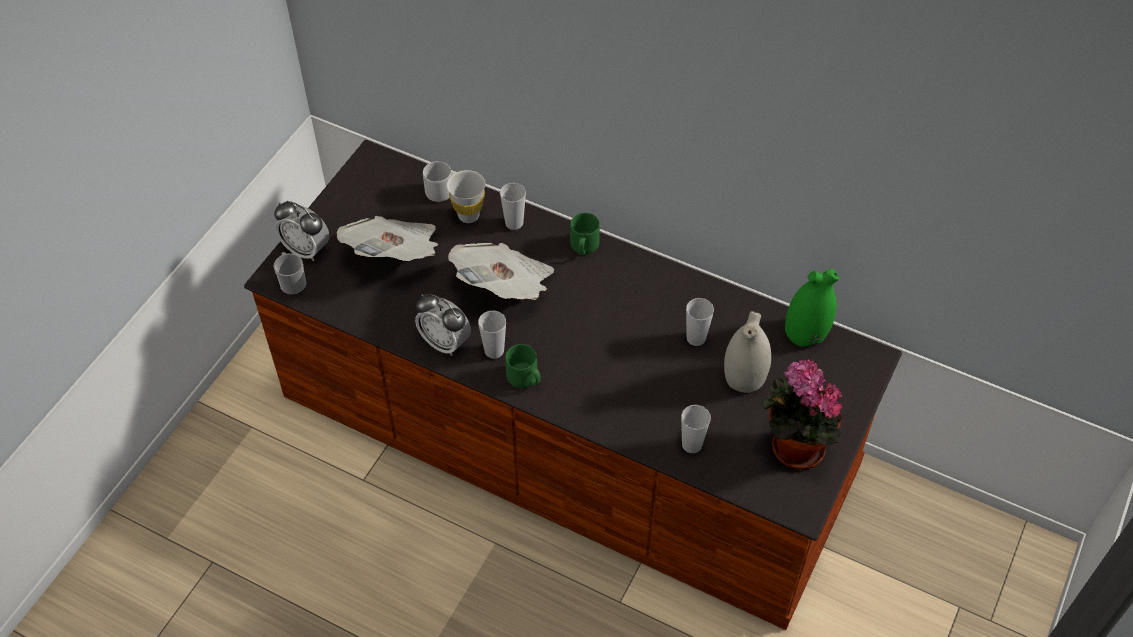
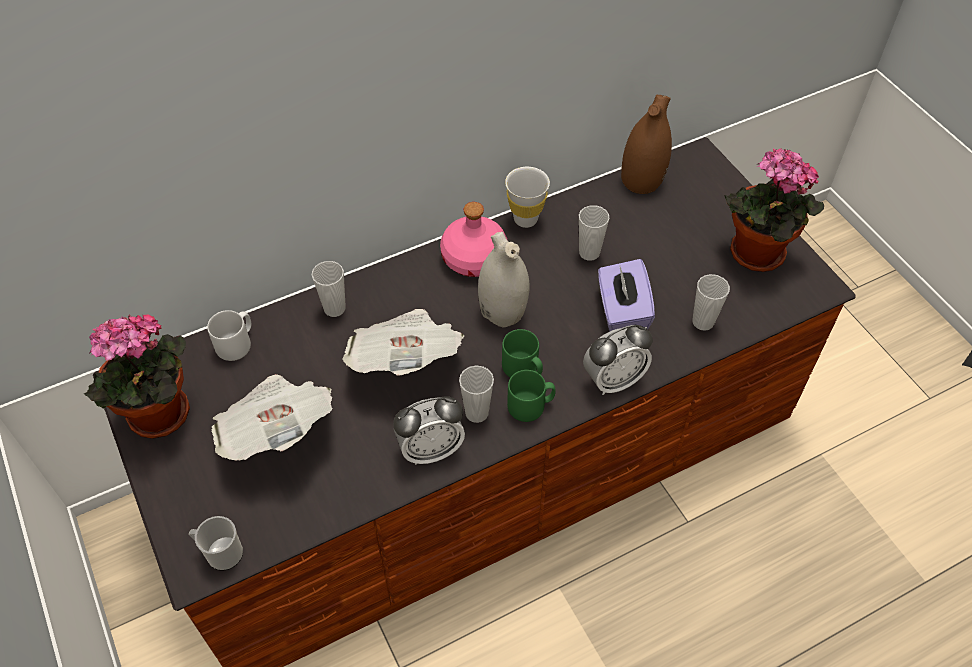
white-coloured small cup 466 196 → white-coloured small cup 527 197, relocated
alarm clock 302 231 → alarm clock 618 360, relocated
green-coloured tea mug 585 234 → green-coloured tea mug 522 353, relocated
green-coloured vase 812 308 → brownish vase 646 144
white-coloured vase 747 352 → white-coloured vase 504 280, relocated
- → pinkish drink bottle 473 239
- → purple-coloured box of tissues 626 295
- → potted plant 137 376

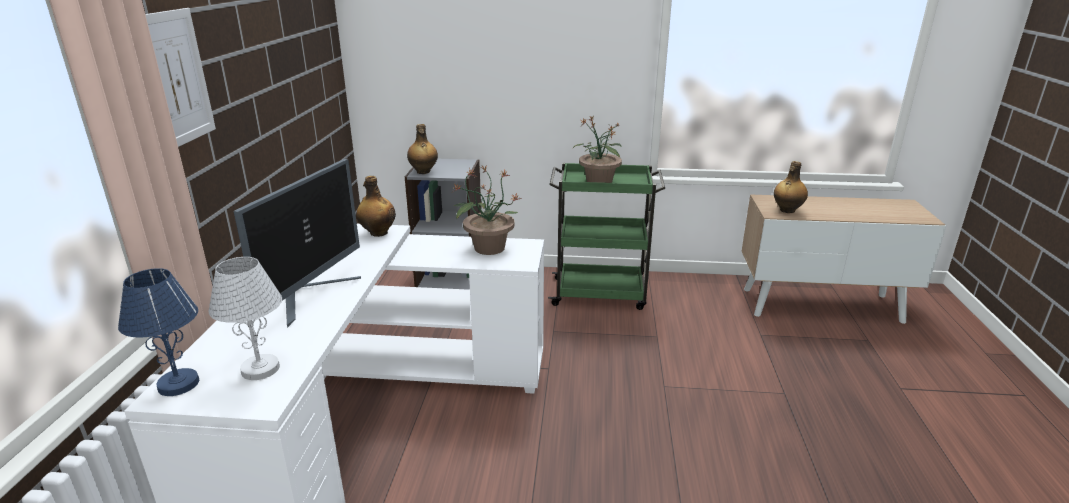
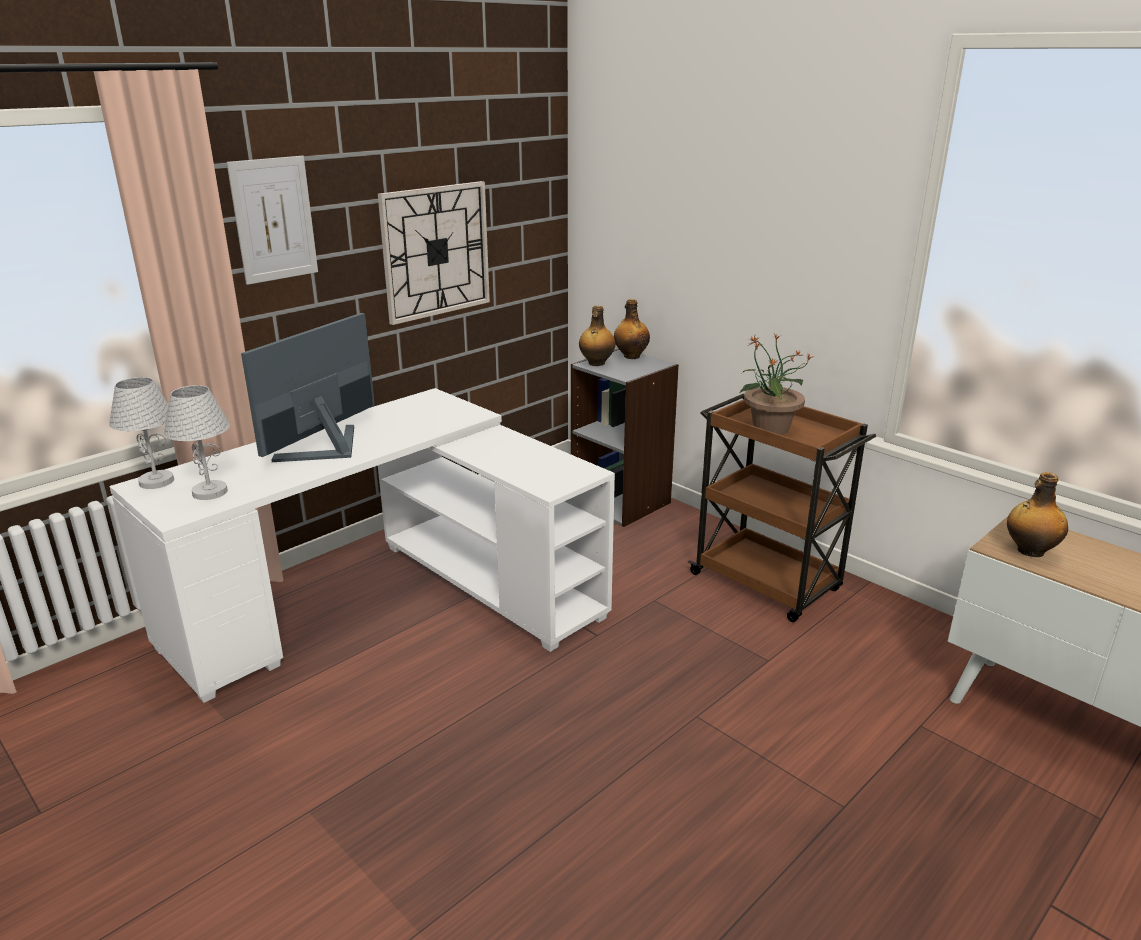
monitor 297 243 → monitor 308 387, 150 degrees clockwise
green-coloured wheeled cart 606 236 → brownish wheeled cart 781 507
potted plant 487 210 → -
drink bottle 376 206 → drink bottle 632 329, relocated
bluish table lamp 158 332 → white-coloured table lamp 141 433
- → clock on the wall 434 253

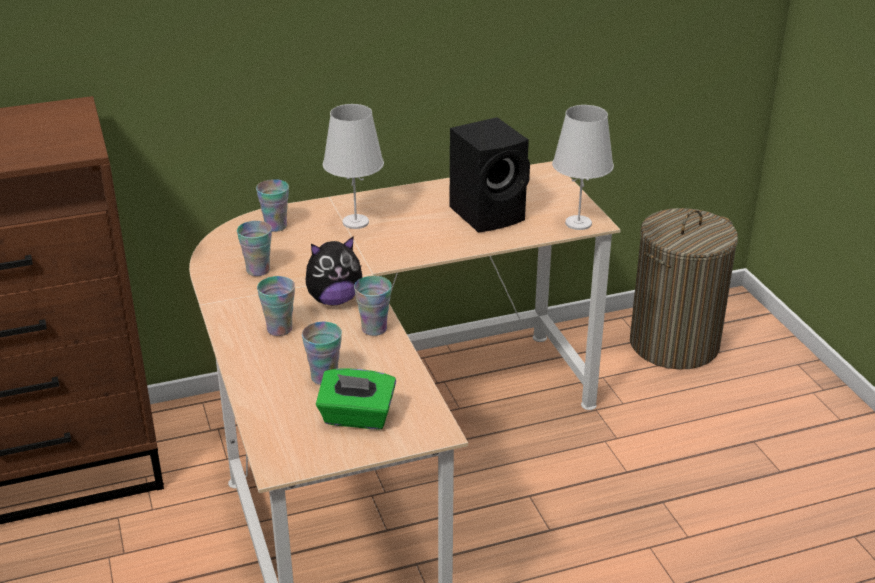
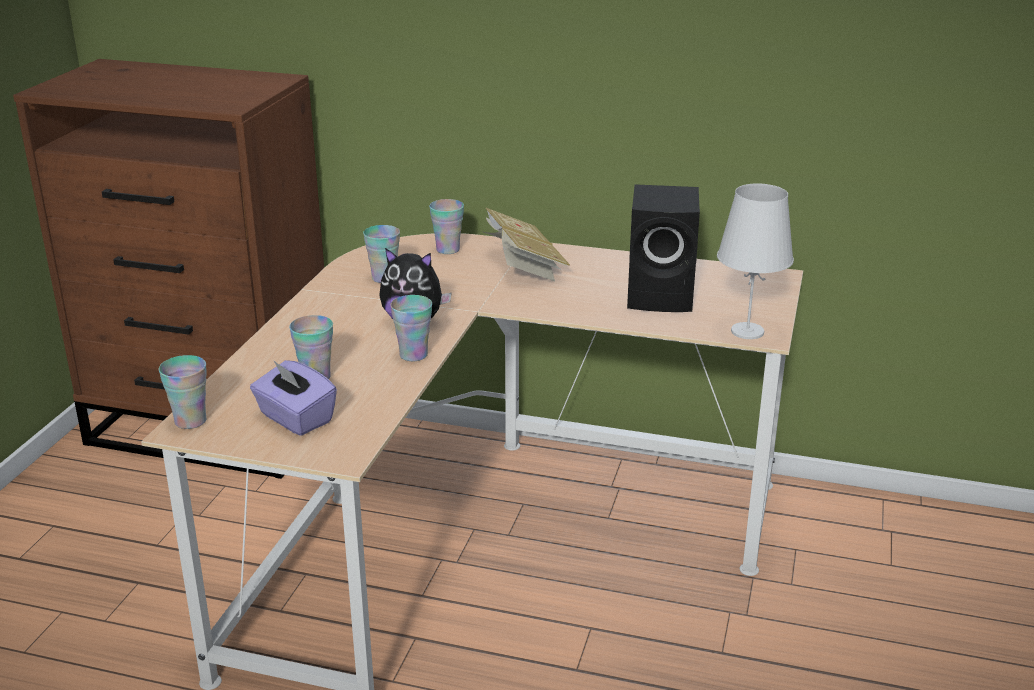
white-coloured table lamp 353 166 → book 525 244
washing basket 684 289 → -
small cup 276 306 → small cup 183 392, relocated
green-coloured box of tissues 356 398 → purple-coloured box of tissues 293 398

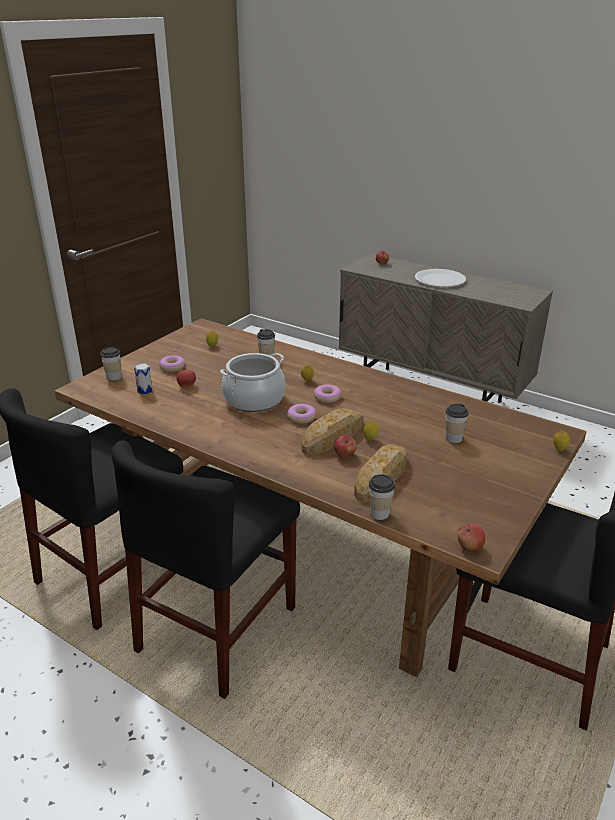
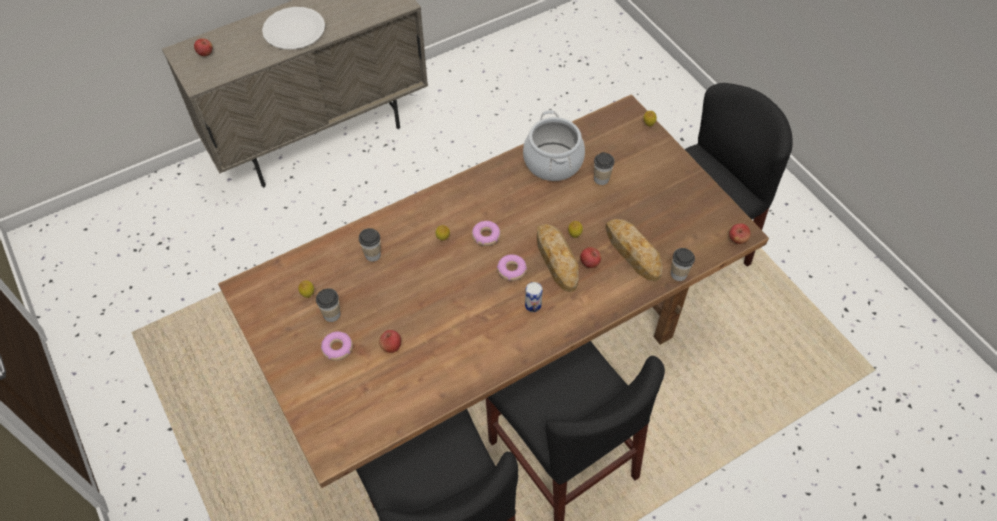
small cup 111 363 → small cup 328 305, relocated
saucepot 252 382 → saucepot 554 145, relocated
sealed can 143 379 → sealed can 534 297, relocated

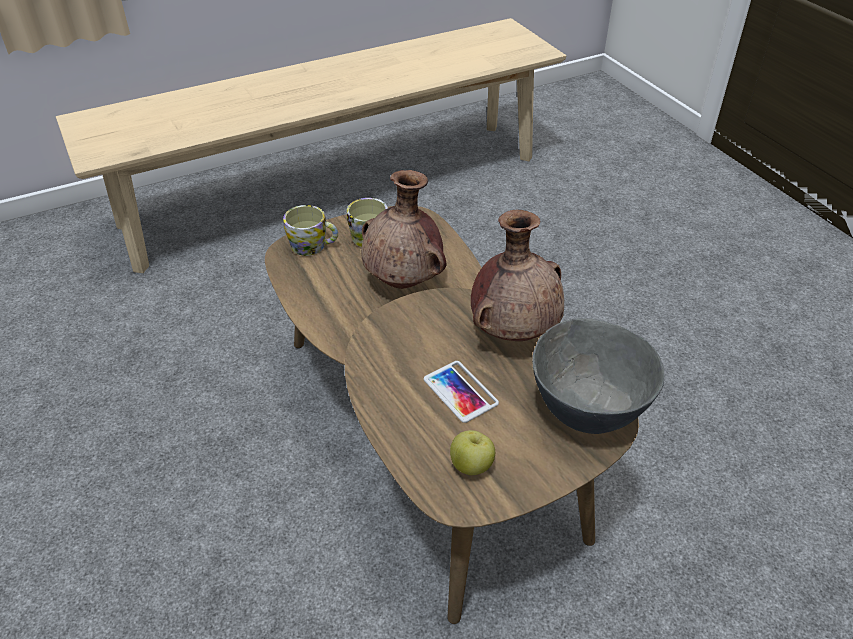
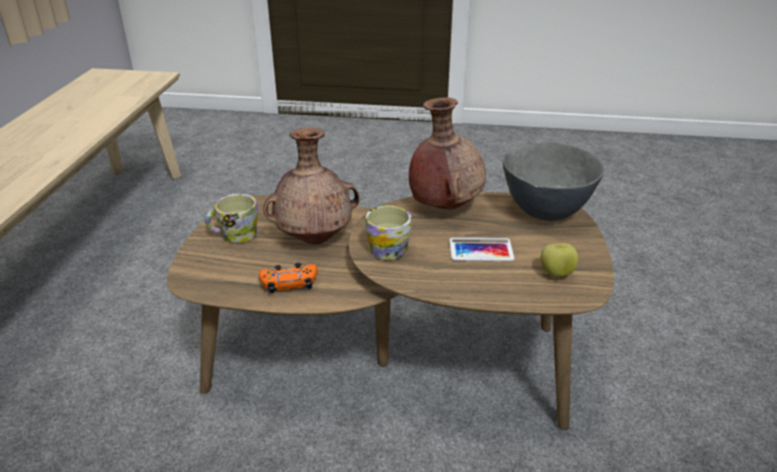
tea mug 310 230 → tea mug 388 232, relocated
- → orange joypad 288 278

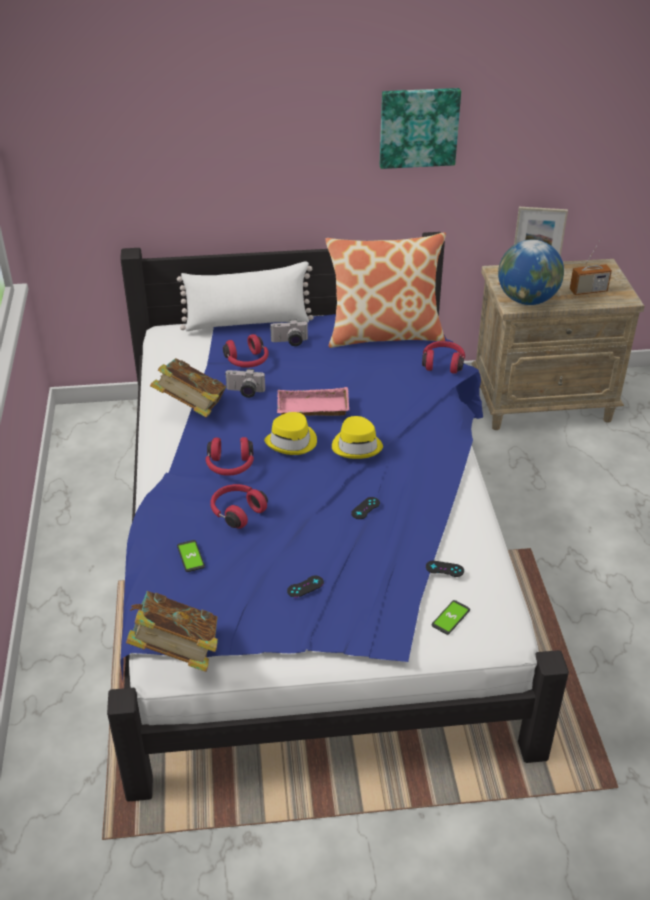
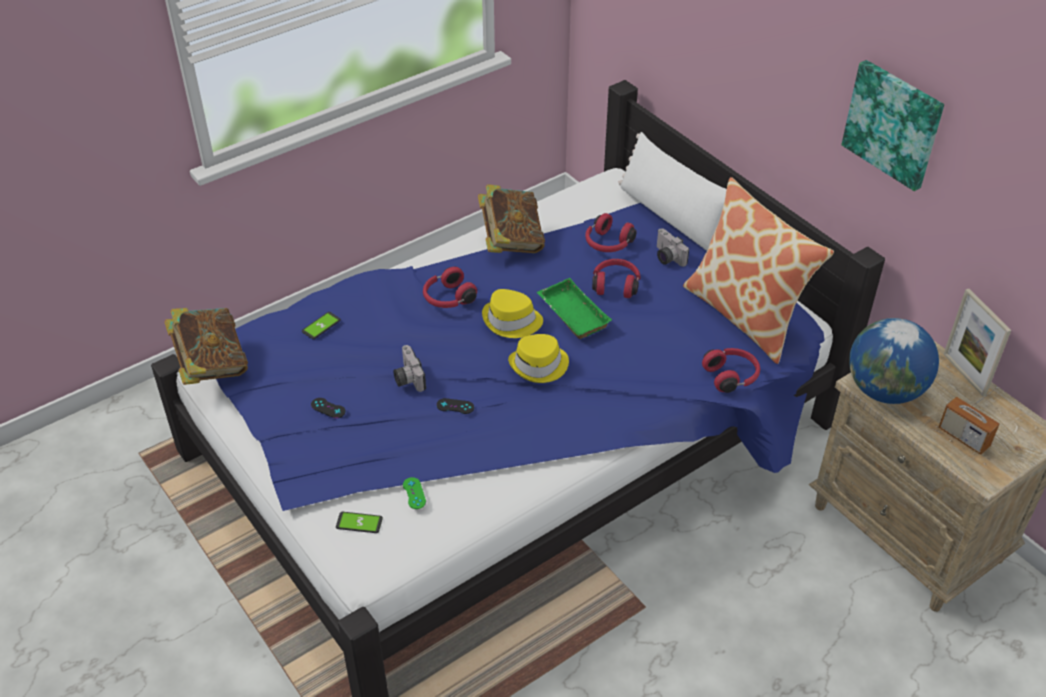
still camera 245 383 → still camera 409 368, relocated
pinkish serving tray 313 401 → green-coloured serving tray 574 308
red pair of headphones 239 506 → red pair of headphones 616 278, relocated
black-coloured joypad 445 569 → green-coloured joypad 414 493

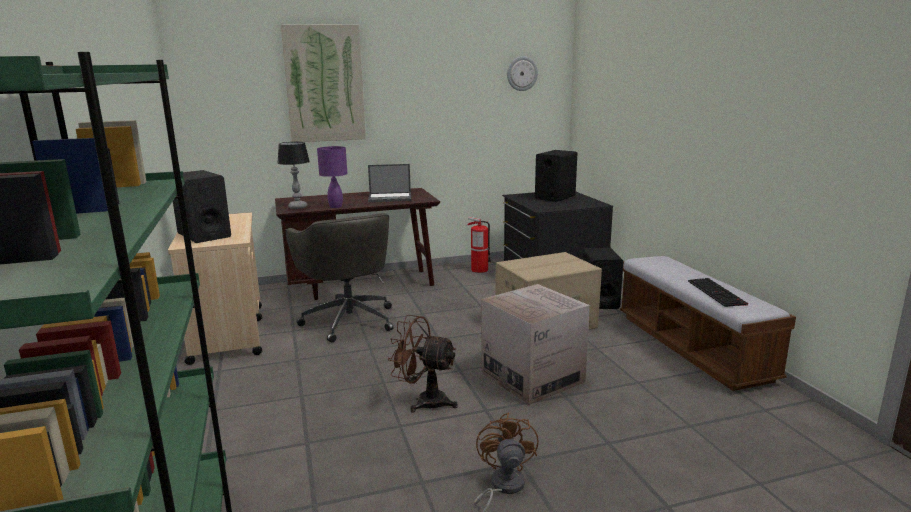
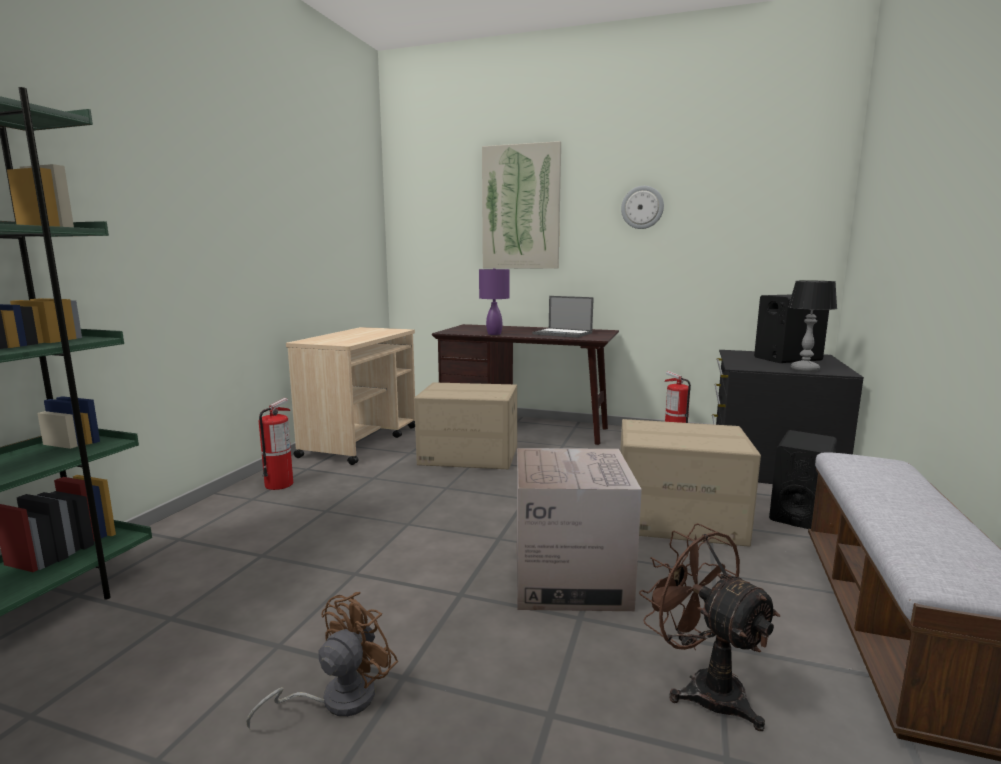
clock on the wall 522 73 → clock on the wall 642 207, relocated
table lamp 293 175 → table lamp 812 326, relocated
black-coloured loudspeaker 202 206 → -
greyish office chair 339 278 → cardboard box 465 425
computer keyboard 718 292 → -
brownish fan 423 364 → brownish fan 709 627, relocated
- → fire extinguisher 276 444

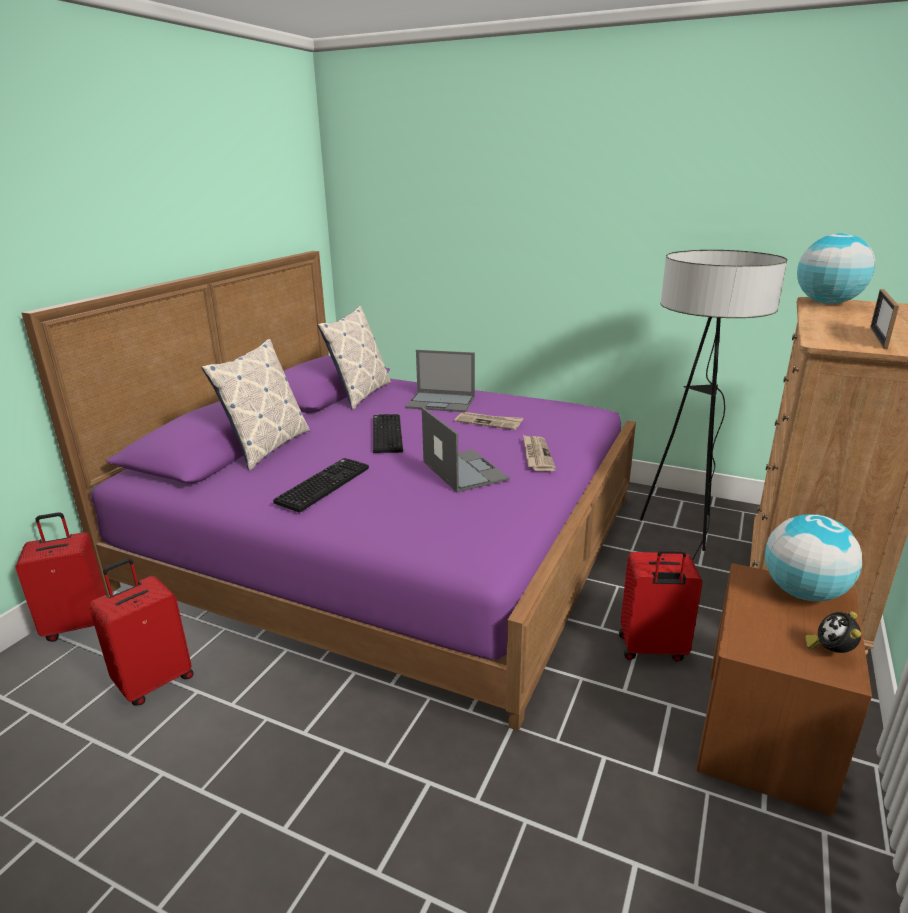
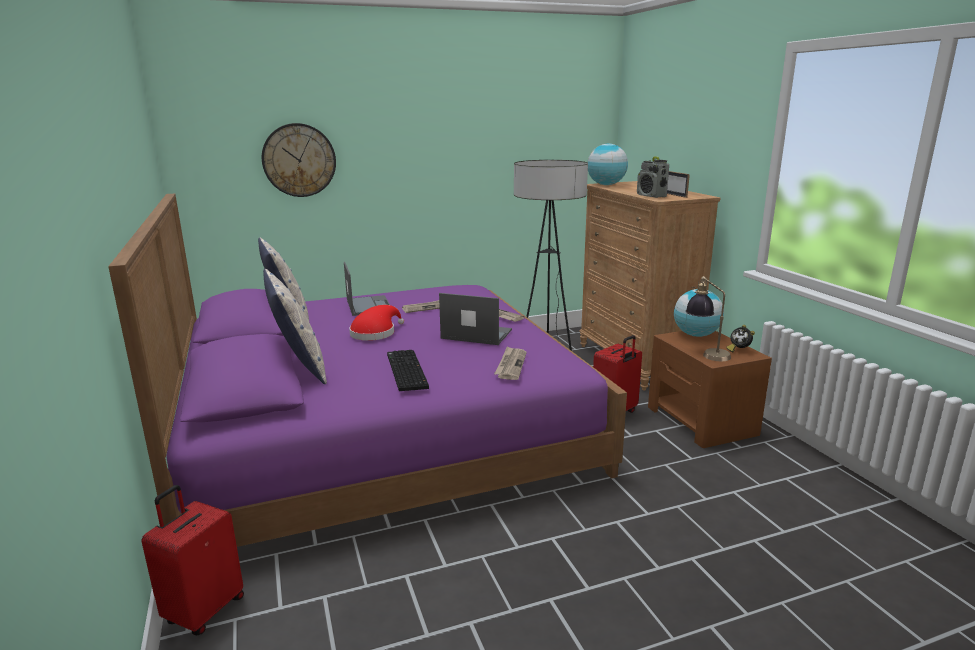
laptop 440 381 → laptop 367 289, 75 degrees counterclockwise
computer keyboard 388 433 → red clothing hat 376 323
red piece of luggage 141 631 → -
- → clock on the wall 299 160
- → radio receiver 653 177
- → table lamp 708 318
- → daily paper 510 363

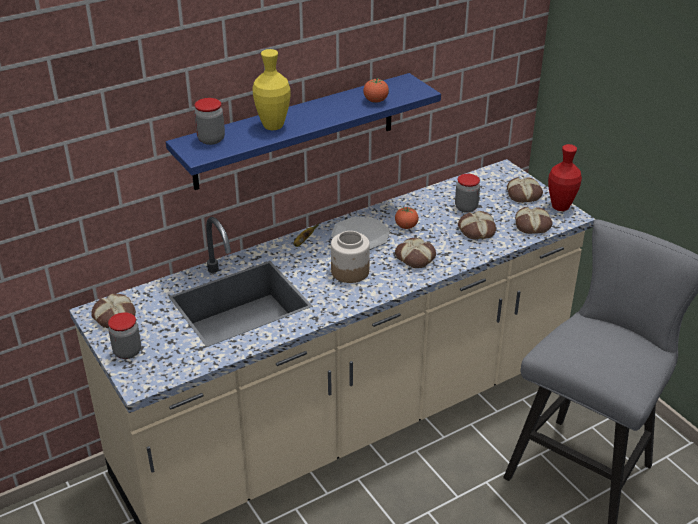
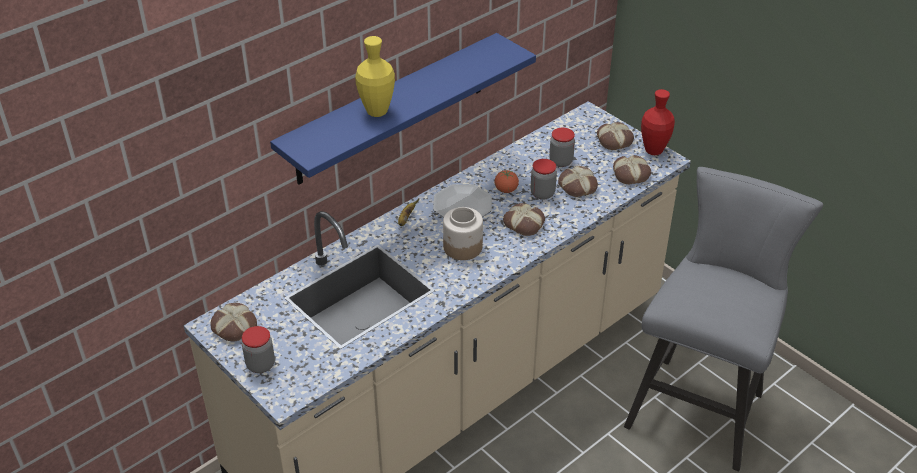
tomato 376 90 → -
jar 209 121 → jar 544 179, relocated

